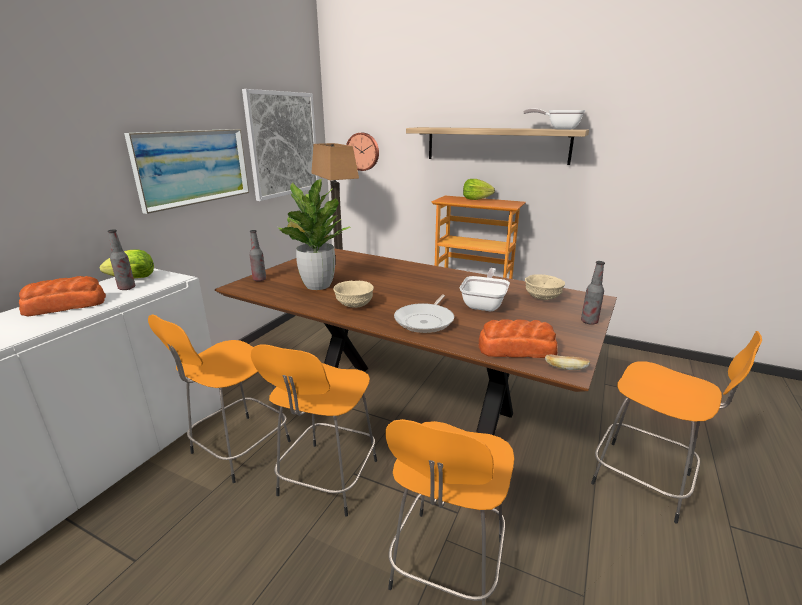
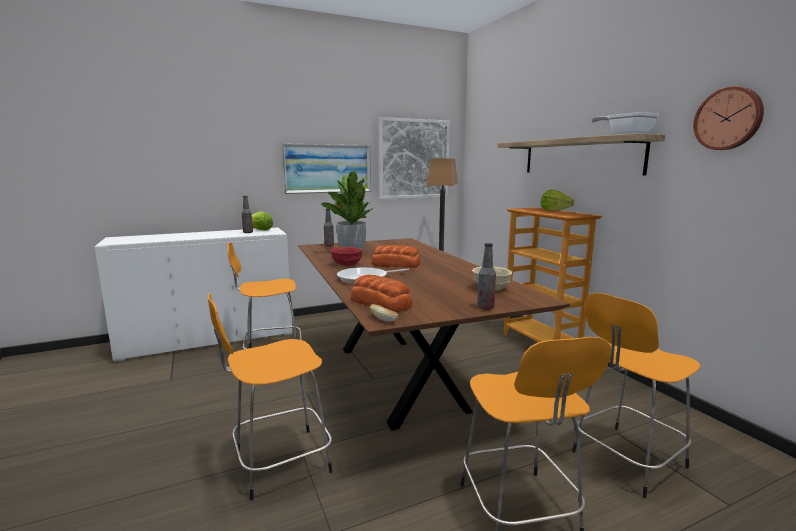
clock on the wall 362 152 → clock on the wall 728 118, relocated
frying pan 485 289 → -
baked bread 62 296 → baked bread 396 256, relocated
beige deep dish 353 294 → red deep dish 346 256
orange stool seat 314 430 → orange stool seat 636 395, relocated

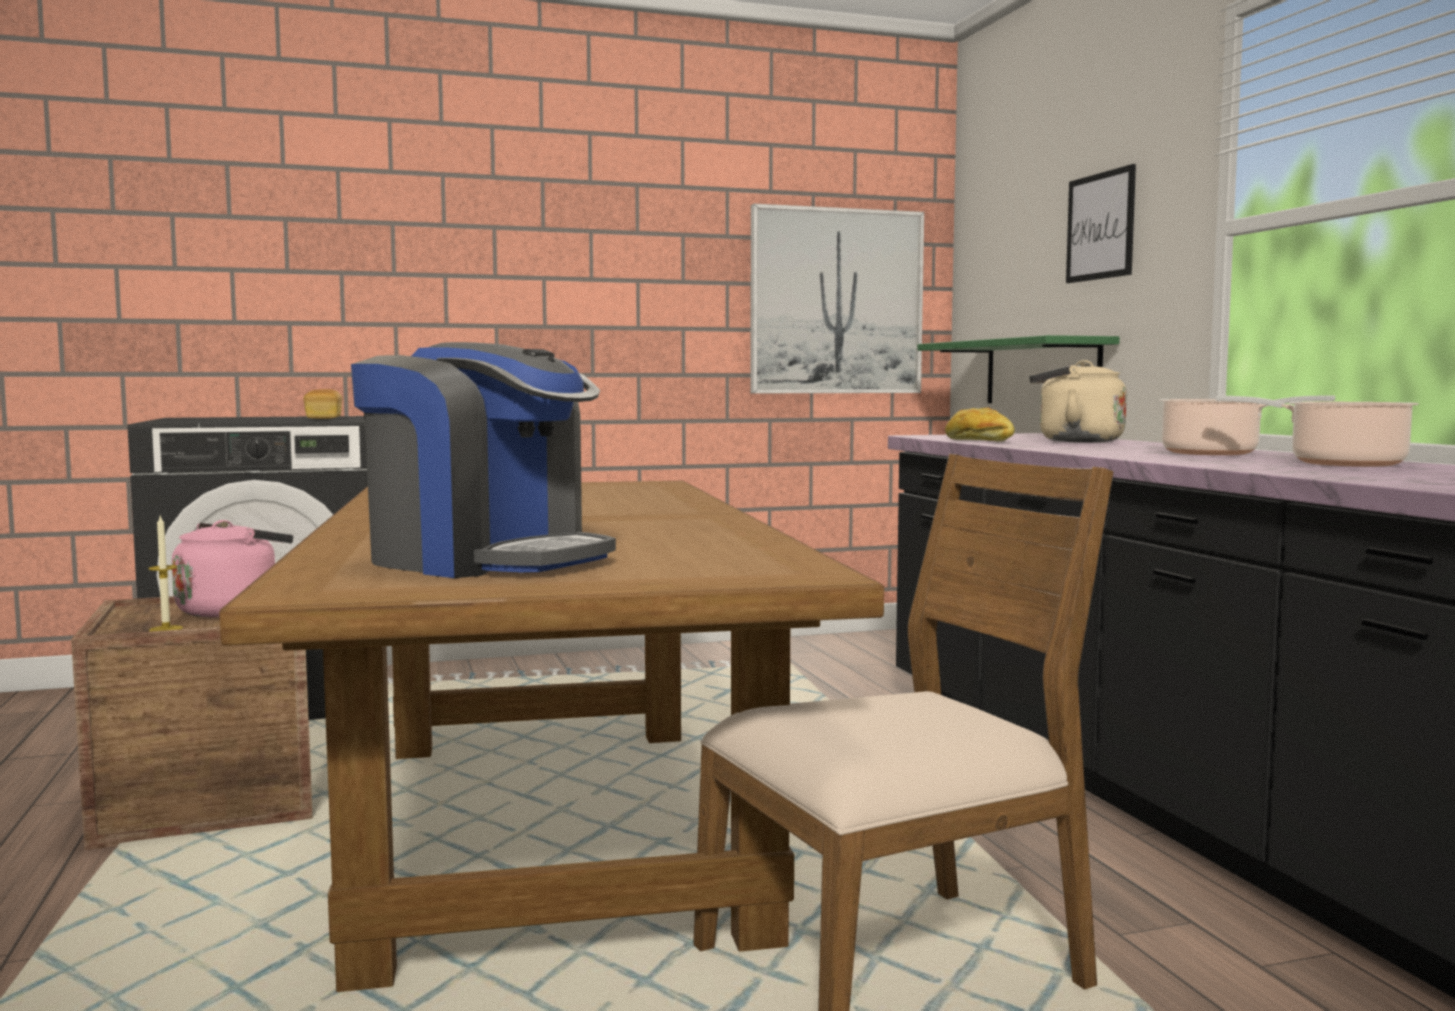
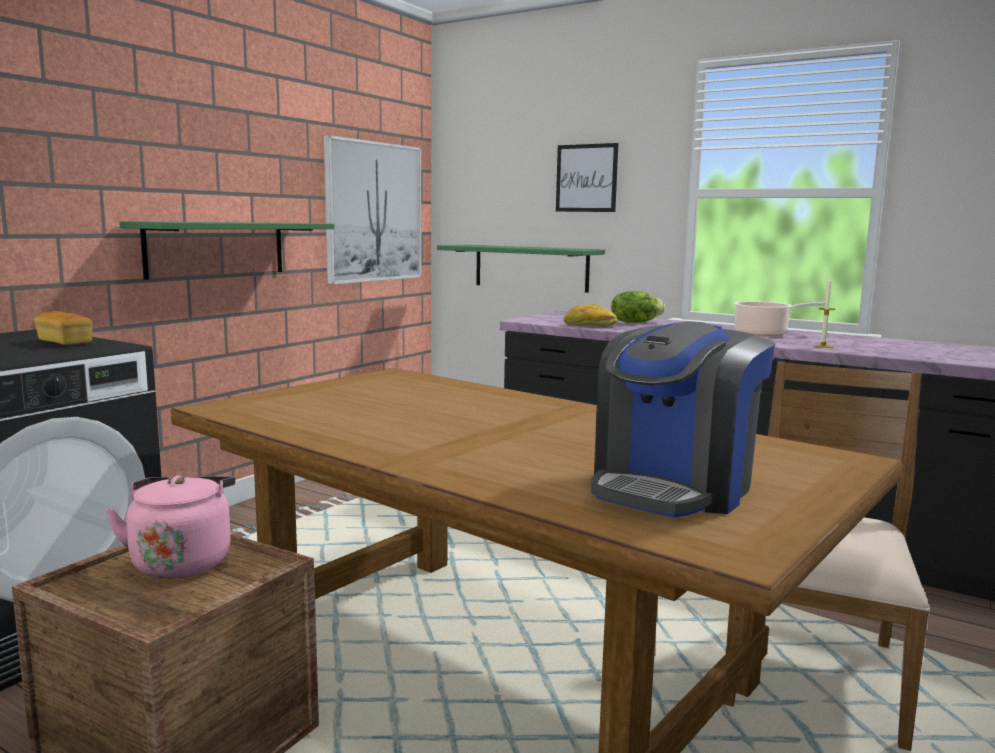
coffee maker 483 460 → coffee maker 683 419, 135 degrees clockwise
beige tea kettle 1078 401 → lettuce head 638 307
saucepot 1317 431 → -
candle 166 574 → candle 824 312, relocated
- → green-coloured bracket shelf 226 250

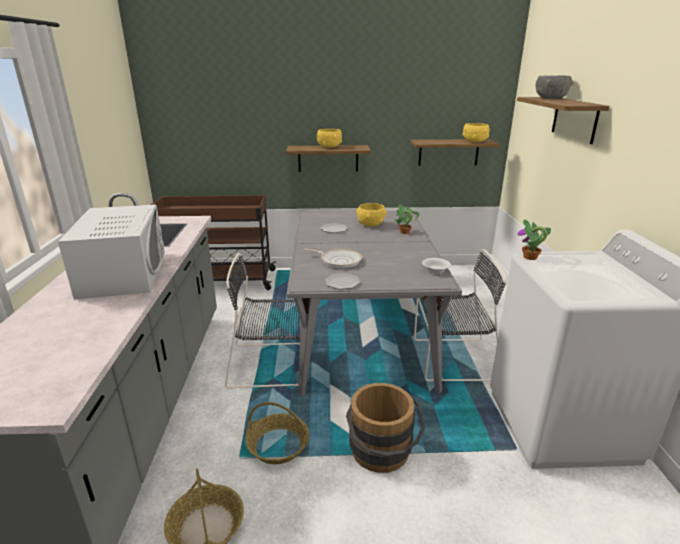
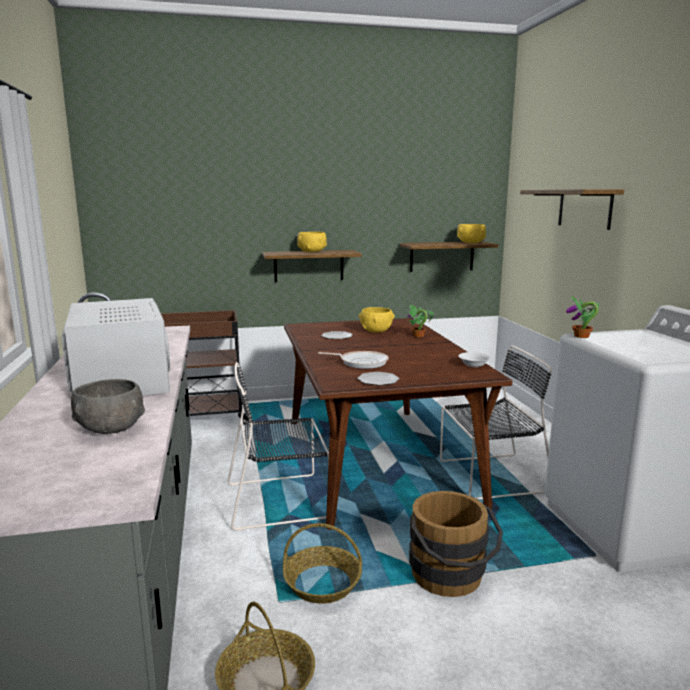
greyish deep dish 555 87 → greyish deep dish 108 406, relocated
greyish dinner table 374 304 → brownish dinner table 398 424

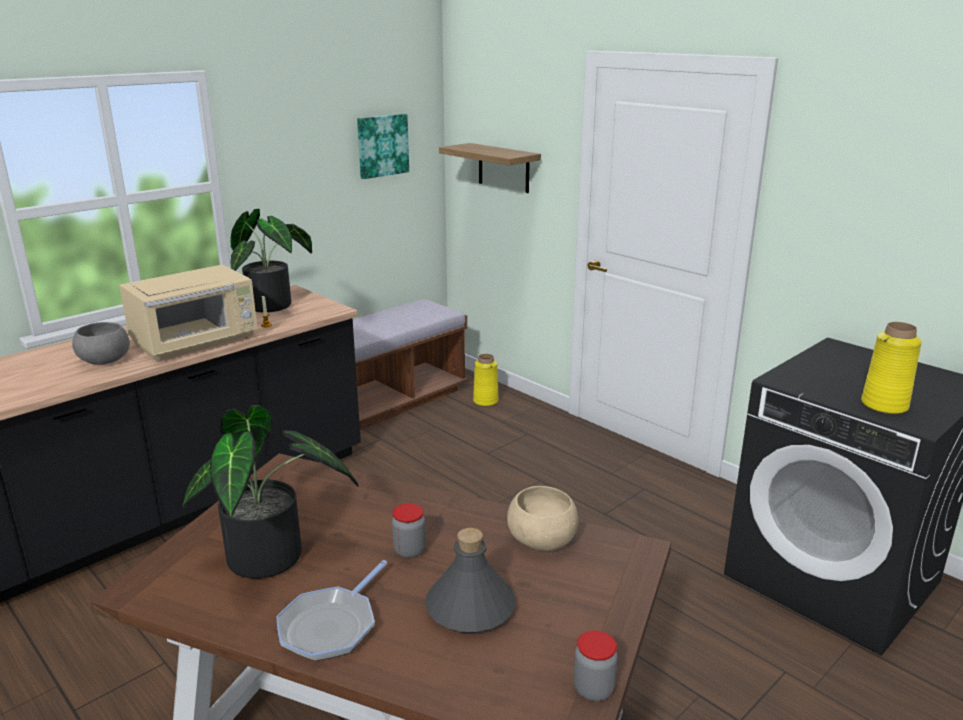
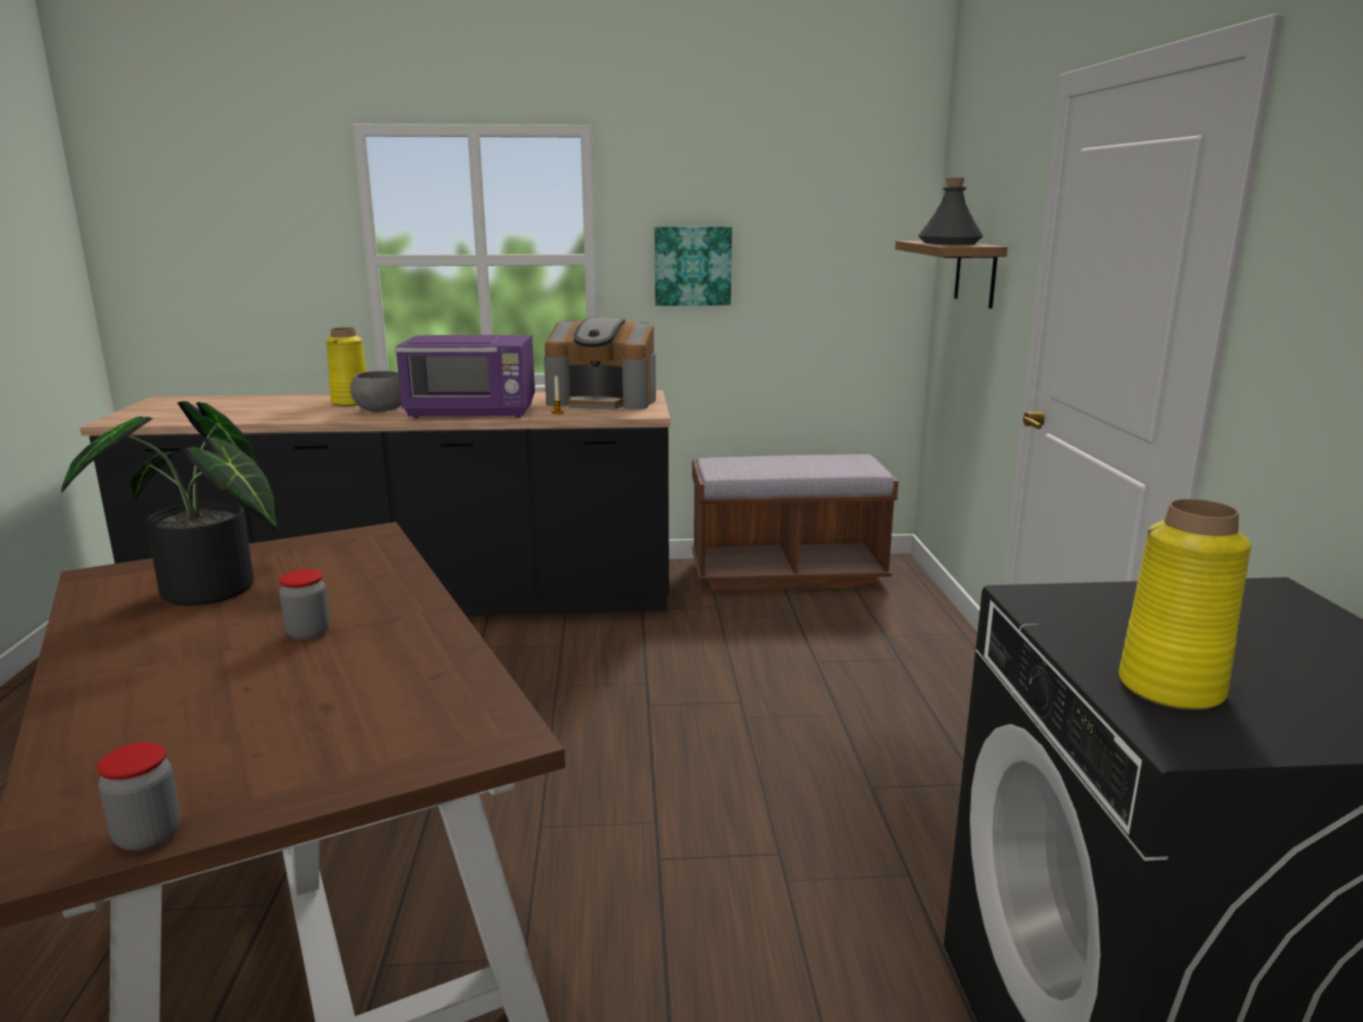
wall picture 383 146 → wall picture 693 266, relocated
potted plant 271 260 → coffee maker 600 363
beige kitchen microwave 188 312 → purple-coloured kitchen microwave 465 376
yellow vase 485 380 → yellow vase 346 366, relocated
beige deep dish 543 518 → -
greyish drink bottle 470 580 → greyish drink bottle 950 211, relocated
frying pan 331 610 → -

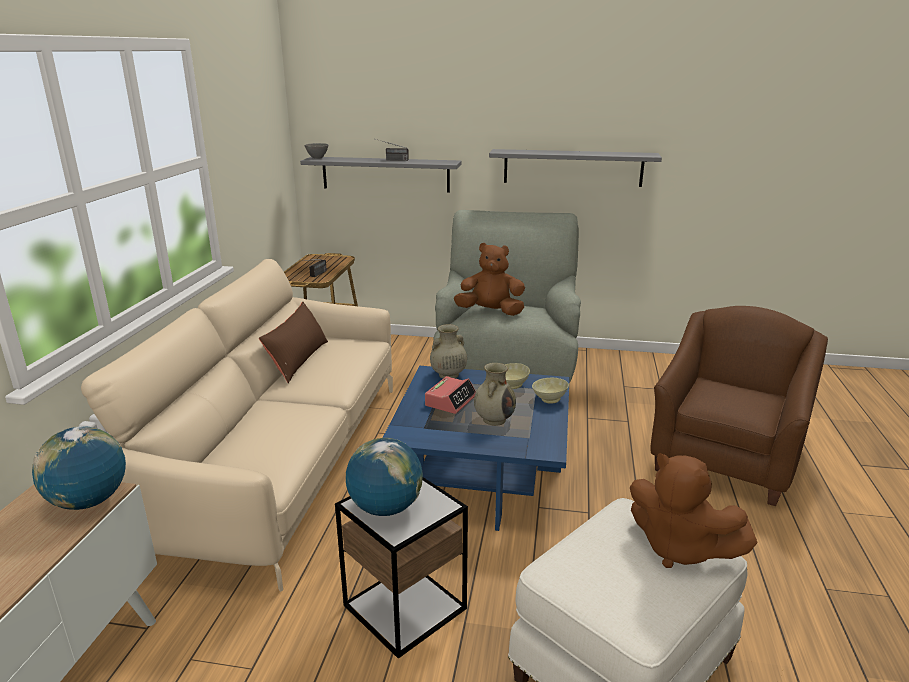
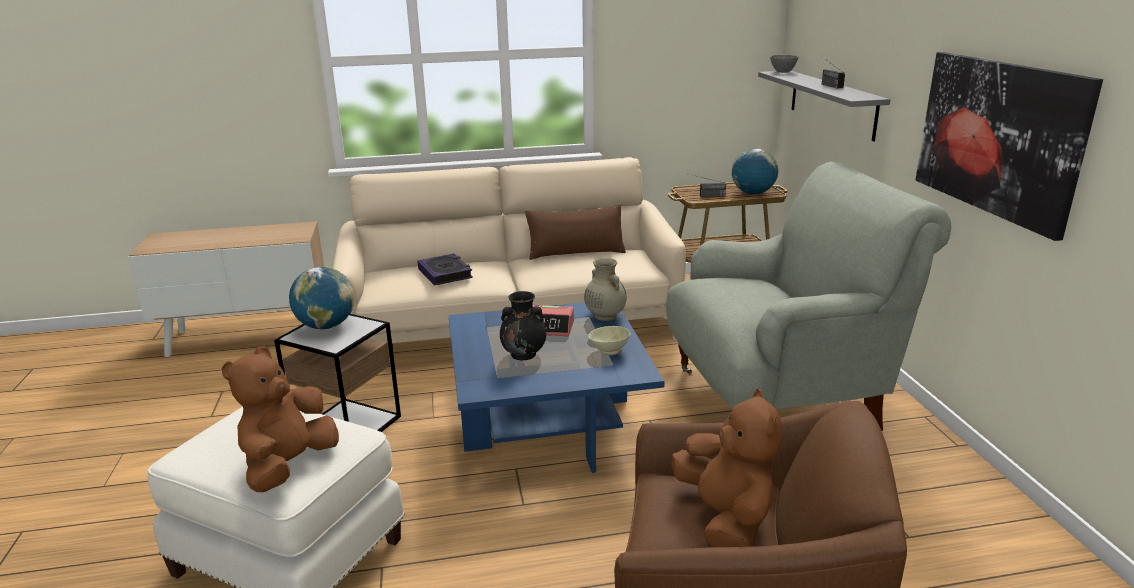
greyish bracket shelf 575 168 → wall picture 1009 146
brownish plush toy 489 279 → brownish plush toy 727 468, relocated
beige vase 495 394 → black-coloured vase 523 325
beige deep dish 550 391 → -
globe 79 468 → globe 755 171, relocated
- → book 445 270

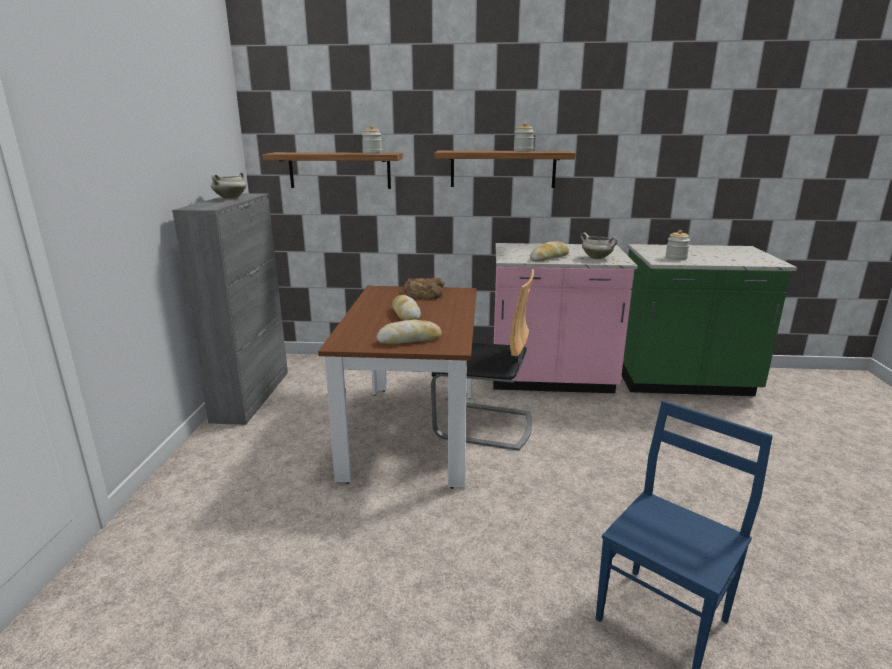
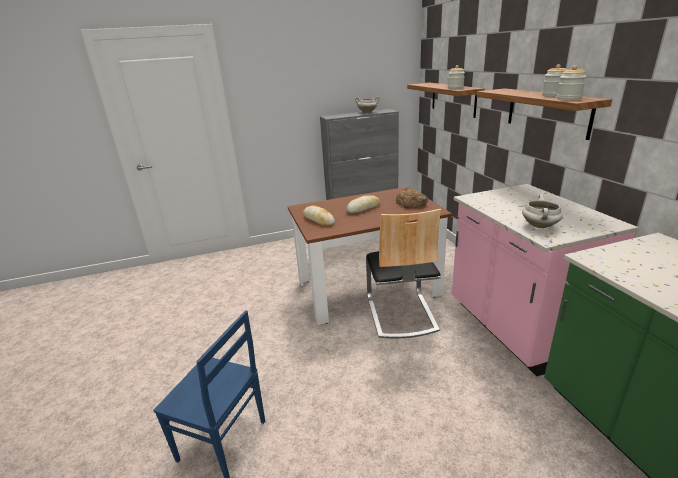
jar 678 245 → jar 571 82, relocated
baked bread 549 251 → -

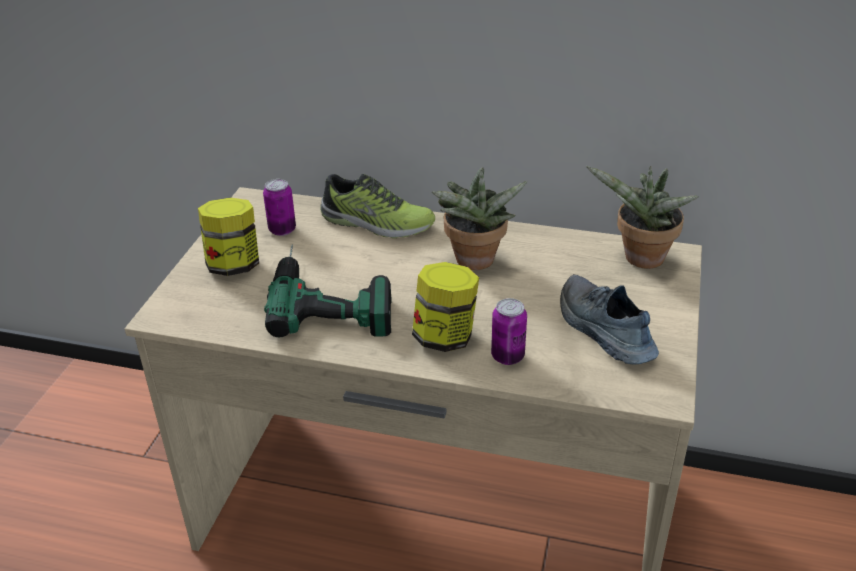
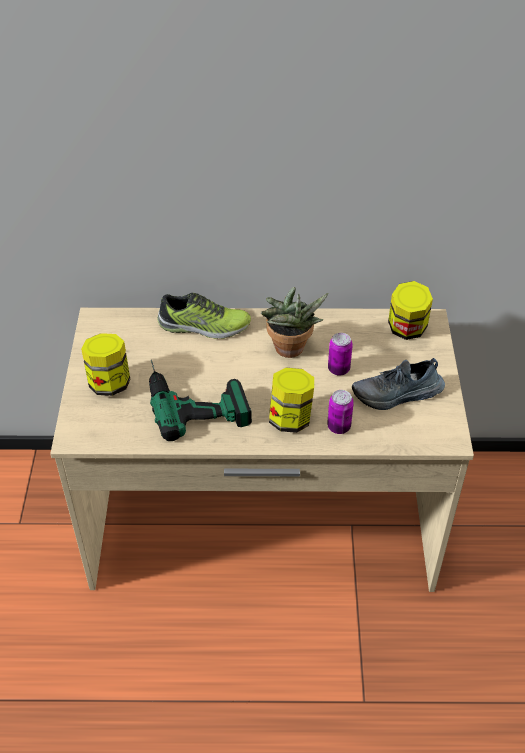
potted plant 642 217 → jar 410 310
sealed can 279 207 → sealed can 340 354, relocated
shoe 609 319 → shoe 398 384, 60 degrees counterclockwise

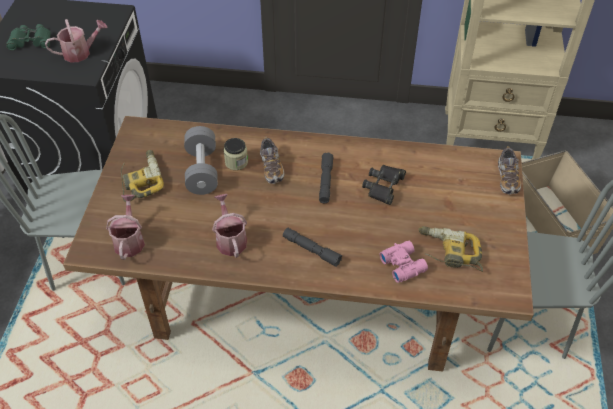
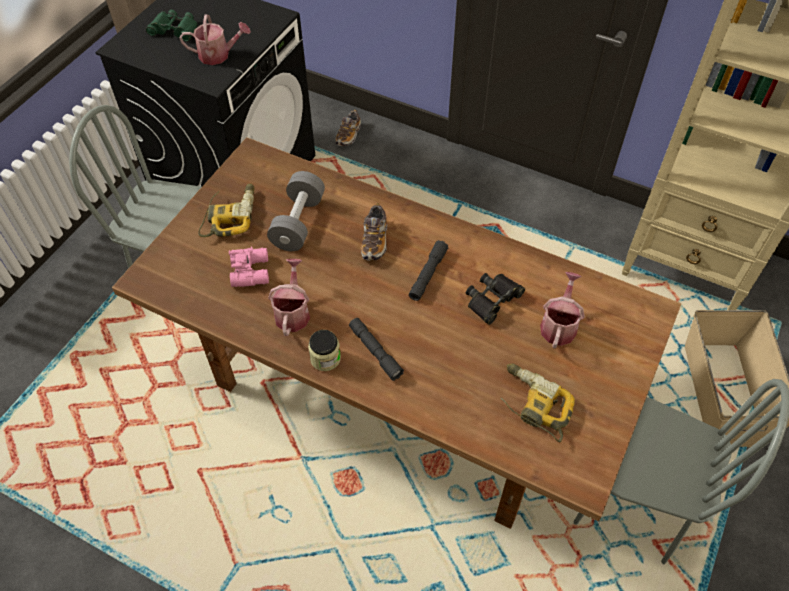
jar 235 154 → jar 324 350, relocated
shoe 509 170 → shoe 348 128, relocated
sprinkling can 125 227 → sprinkling can 562 310, relocated
pinkish pair of binoculars 403 262 → pinkish pair of binoculars 249 266, relocated

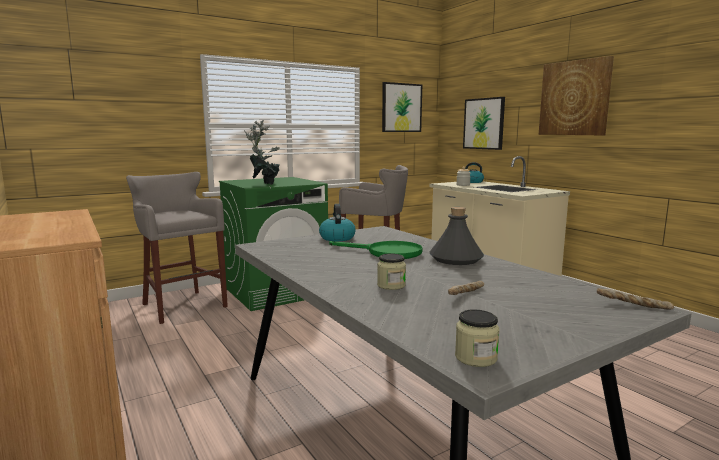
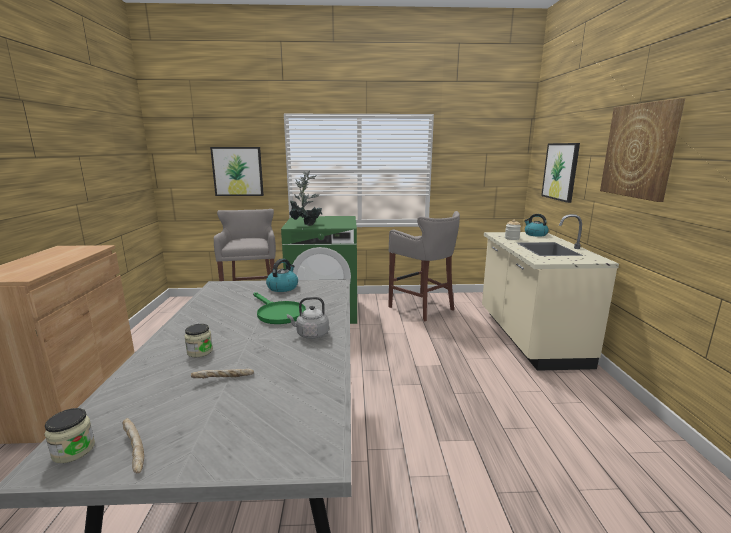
wall picture 402 107 → wall picture 237 171, relocated
greyish drink bottle 456 236 → greyish tea kettle 308 318
baked bread 635 299 → baked bread 133 445, relocated

